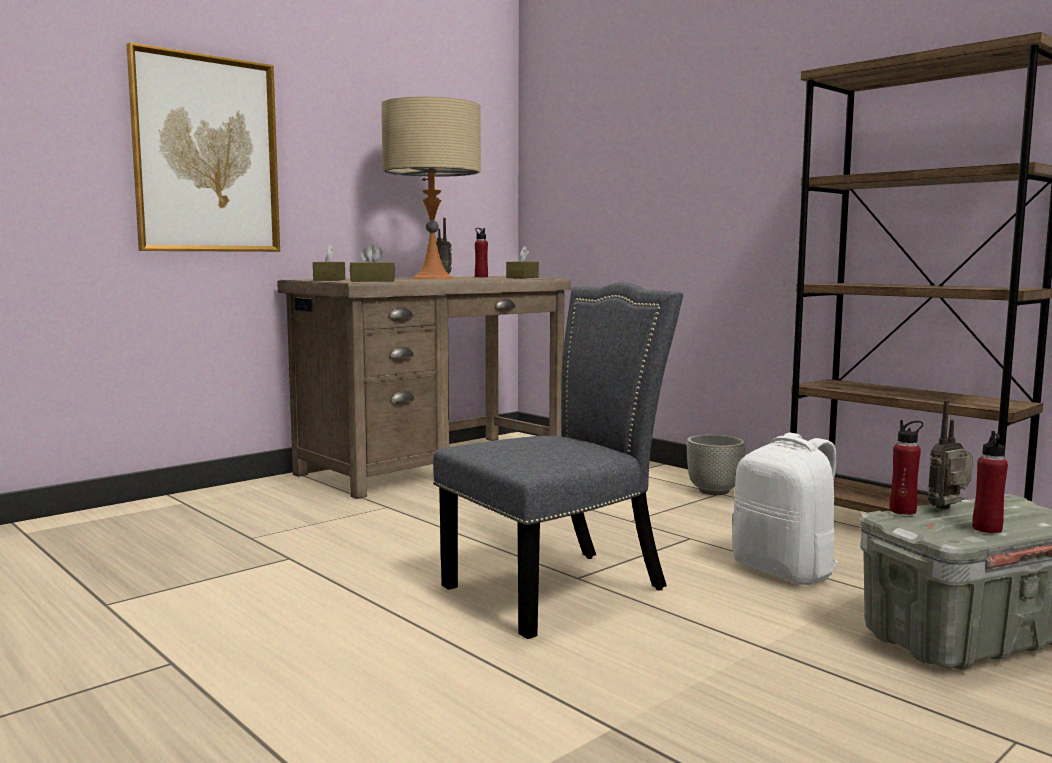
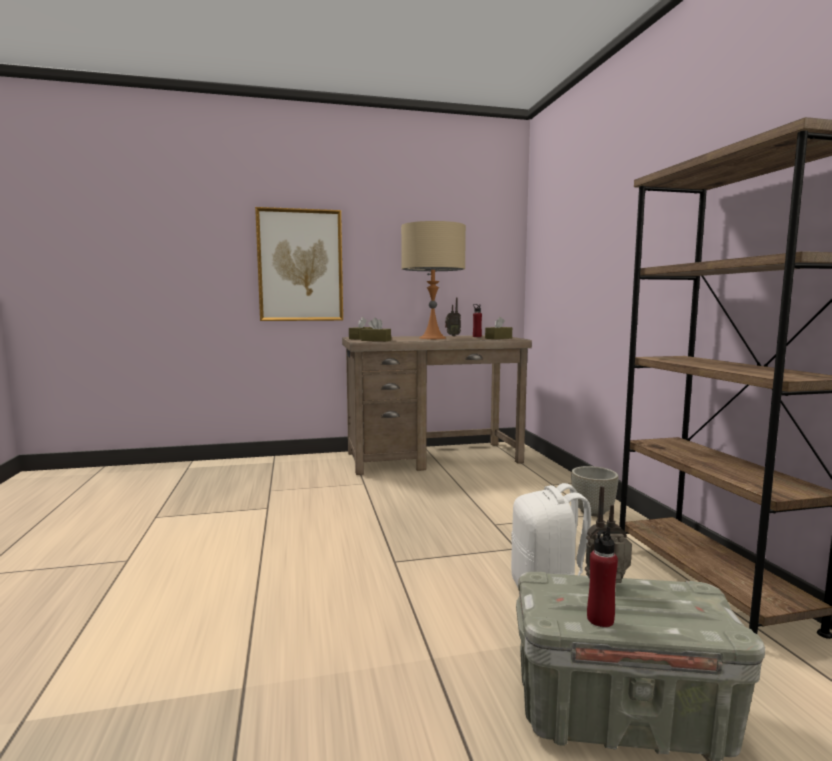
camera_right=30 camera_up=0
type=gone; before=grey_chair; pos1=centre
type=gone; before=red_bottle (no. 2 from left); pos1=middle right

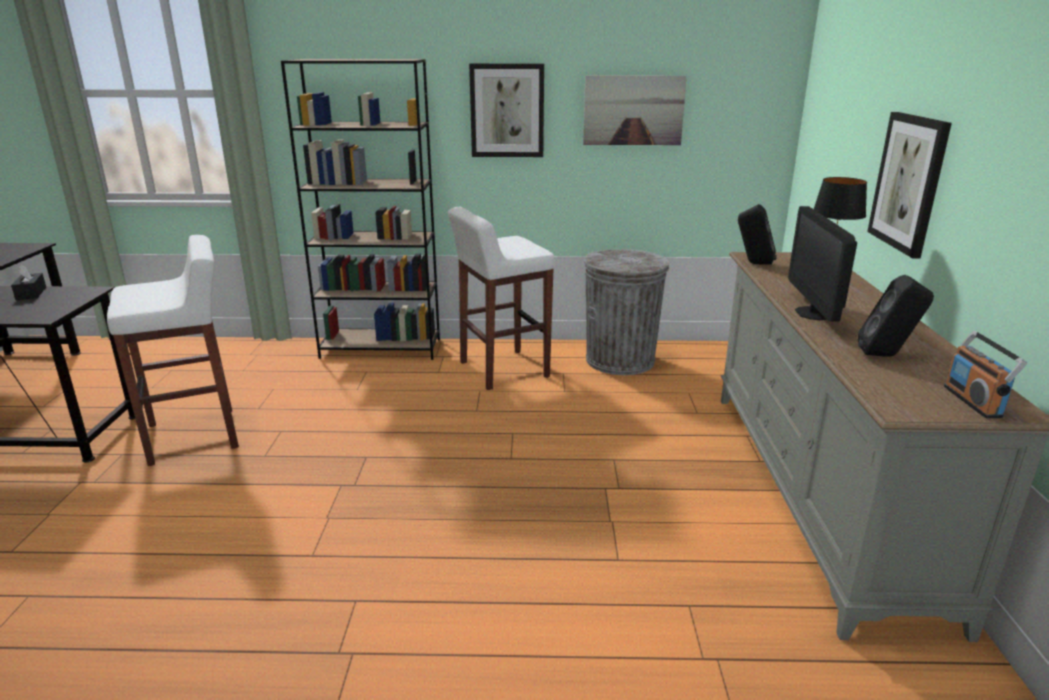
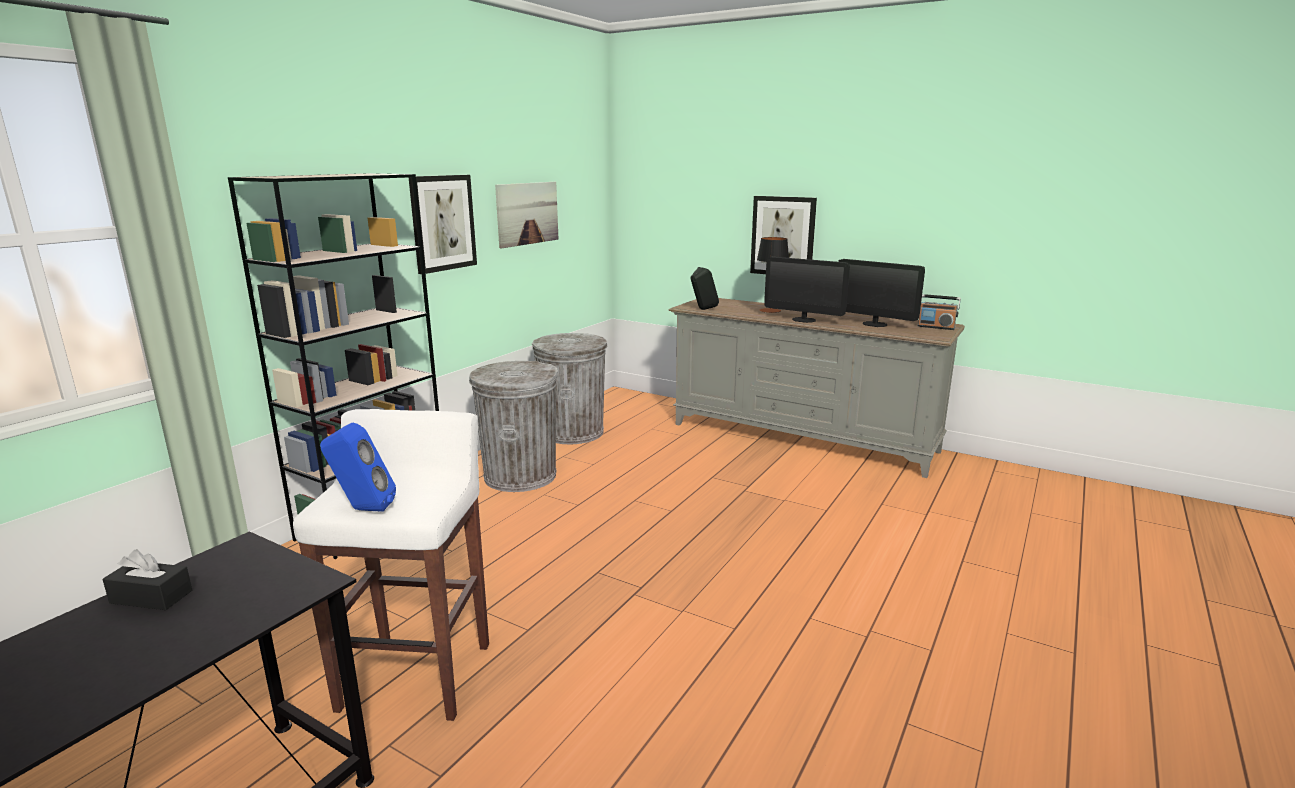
camera_right=-60 camera_up=-5
type=new; after=blue_speaker; pos2=middle left
type=swapped; before=white_stool (no. 2 from left); after=grey_trash_can (no. 1 from left); pos1=centre; pos2=centre
type=swapped; before=black_speaker (no. 2 from left); after=monitor (no. 2 from left); pos1=middle right; pos2=middle right

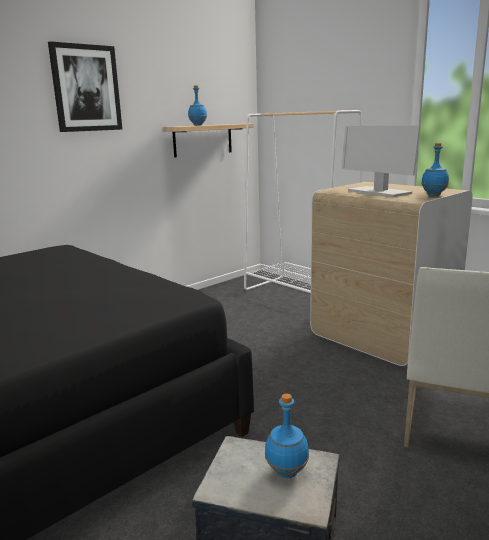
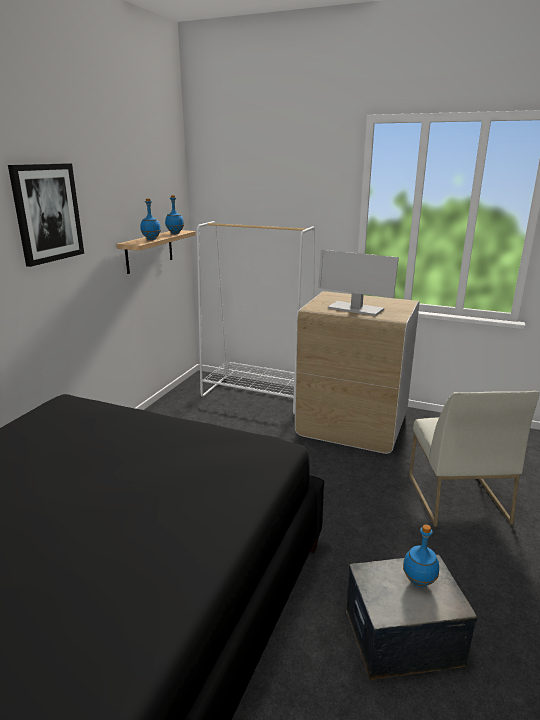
camera_right=-25 camera_up=5
type=shifted; before=blue_bottle (no. 3 from left in the first image); after=blue_bottle (no. 2 from left); pos1=top right; pos2=top left

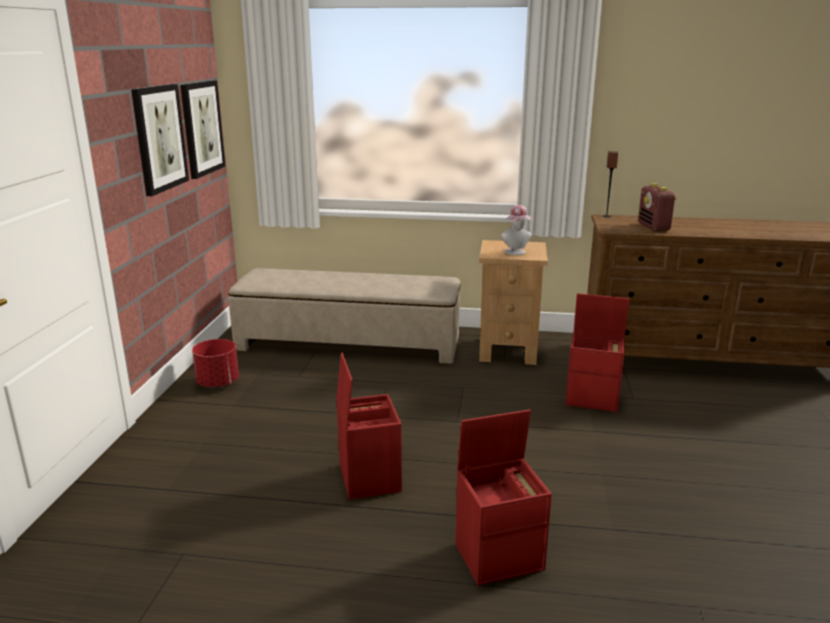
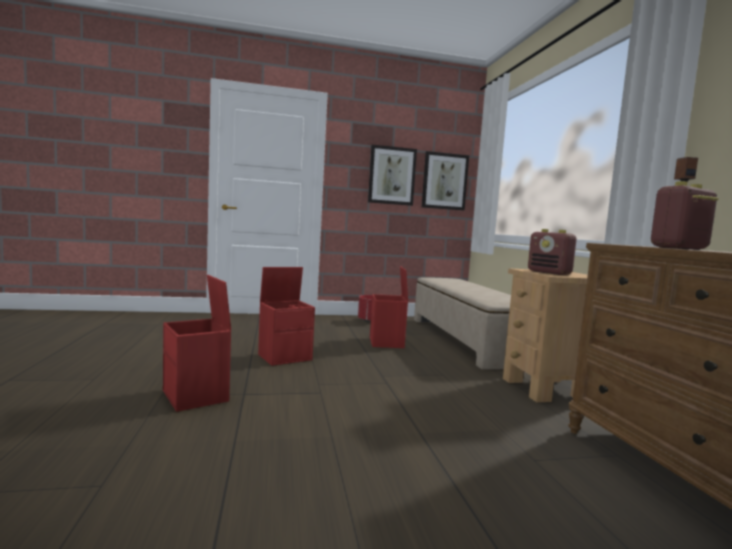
camera_right=70 camera_up=-15
type=shifted; before=red_storage_box (no. 3 from left); pos1=middle right; pos2=centre
type=swapped; before=hat; after=radio (no. 1 from left); pos1=centre; pos2=middle right

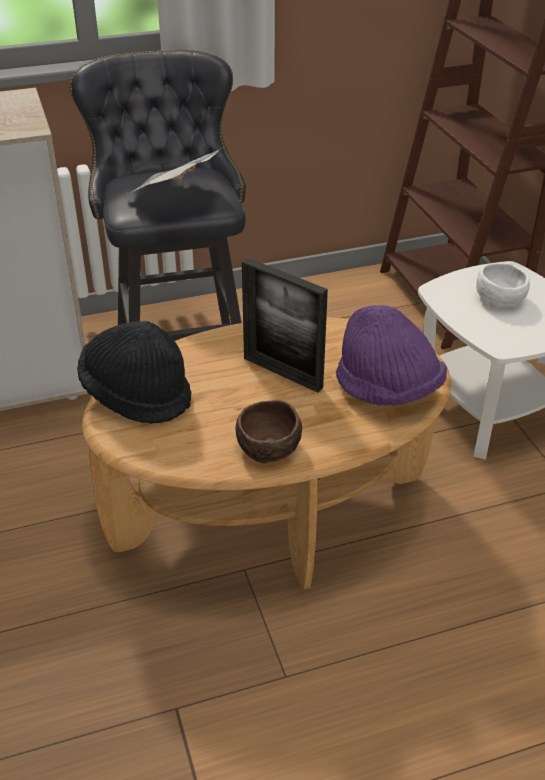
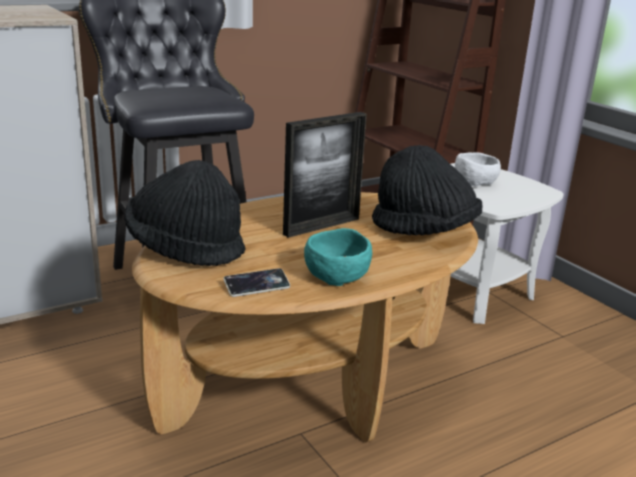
camera_right=-15 camera_up=-15
type=gone; before=newspaper; pos1=top left
type=new; after=phone; pos2=centre
type=repainted; before=brown_bowl; after=turquoise_bowl; pos1=centre; pos2=centre
type=repainted; before=purple_hat; after=black_hat (no. 2 from left); pos1=middle right; pos2=middle right
type=rotated; before=picture_frame; pos1=centre; pos2=centre; turn=-60

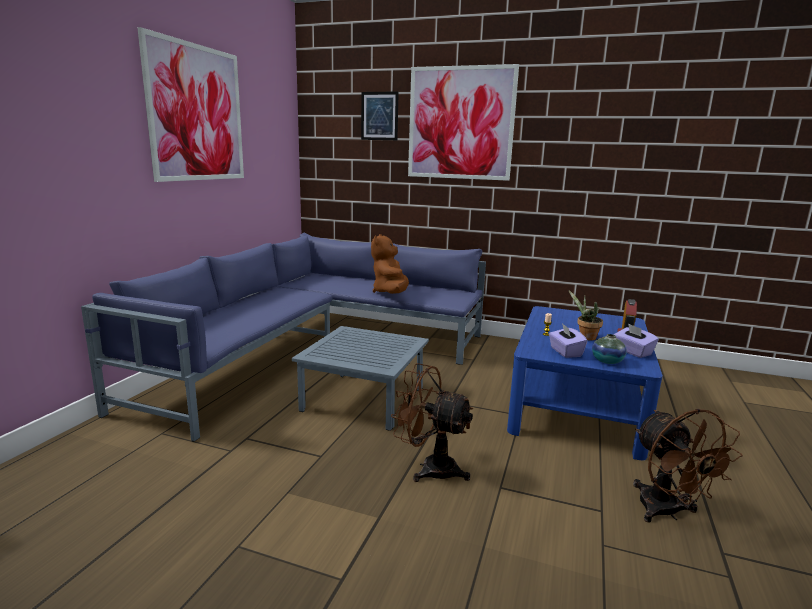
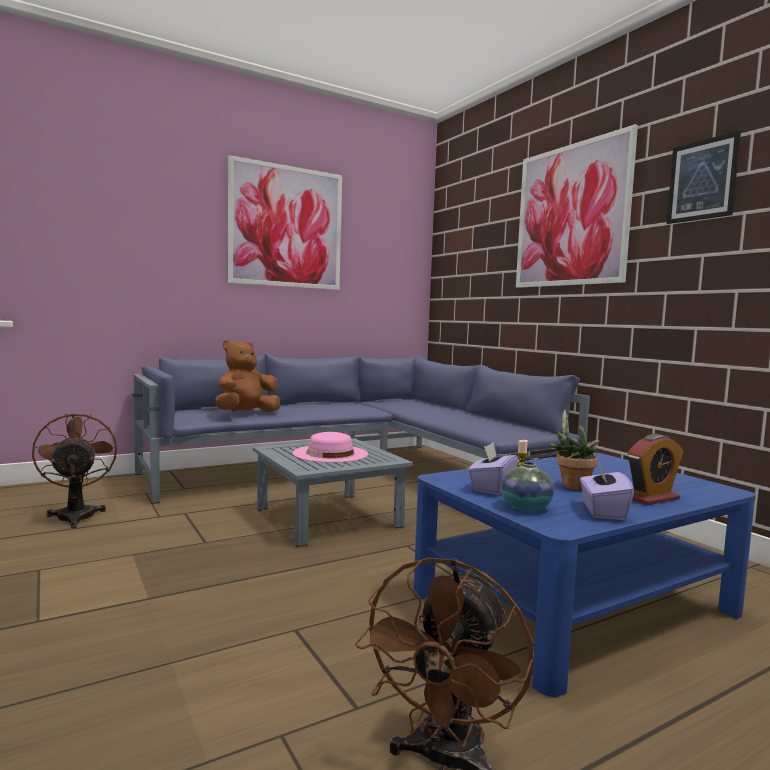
camera_right=40 camera_up=-10
type=new; after=pink_hat; pos2=centre
type=shifted; before=picture (no. 2 from left in the first image); after=picture (no. 3 from left); pos1=top centre; pos2=top right
type=shifted; before=brown_plush_toy; pos1=centre; pos2=middle left
type=shifted; before=brown_fan (no. 1 from left); pos1=bottom centre; pos2=middle left

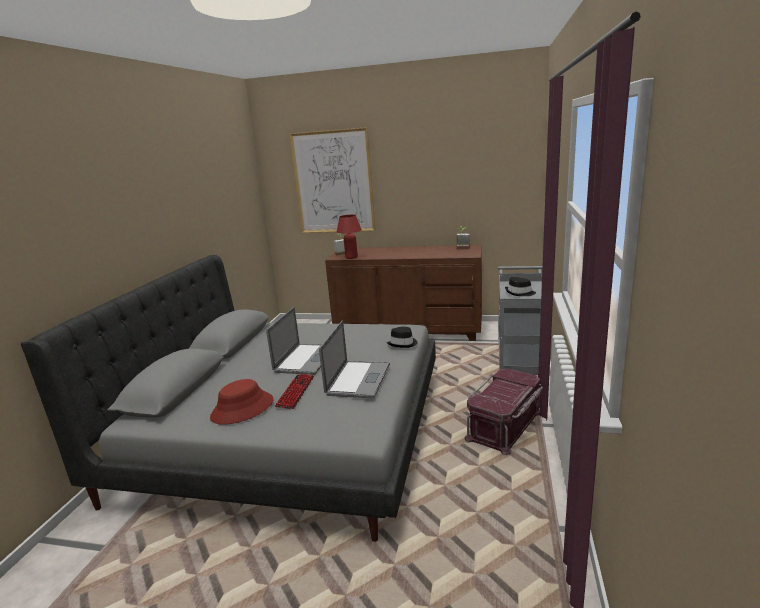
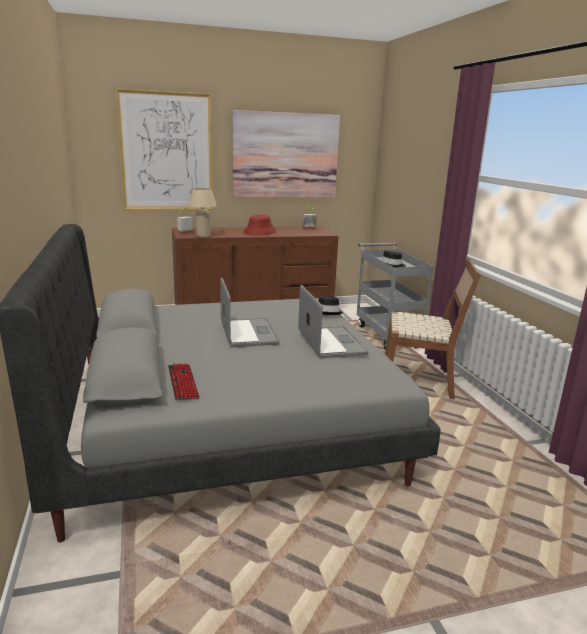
camera_right=-30 camera_up=0
type=new; after=picture (no. 2 from left); pos2=top centre
type=shifted; before=red_hat; pos1=middle left; pos2=centre
type=shifted; before=keyboard; pos1=centre; pos2=middle left
type=swapped; before=red_storage_box; after=chair; pos1=bottom centre; pos2=middle right
type=repainted; before=red_table_lamp; after=beige_table_lamp; pos1=centre; pos2=centre

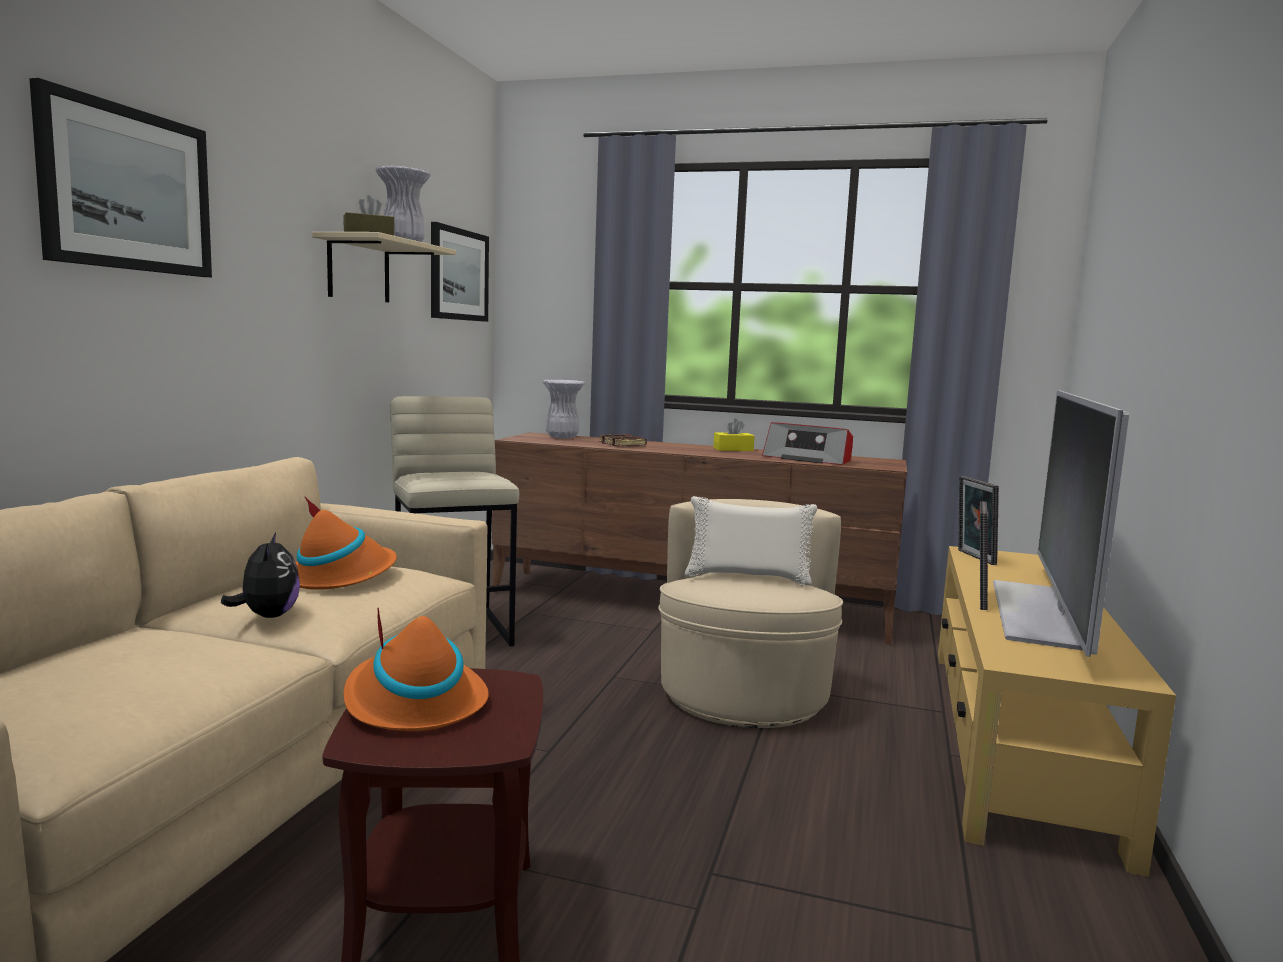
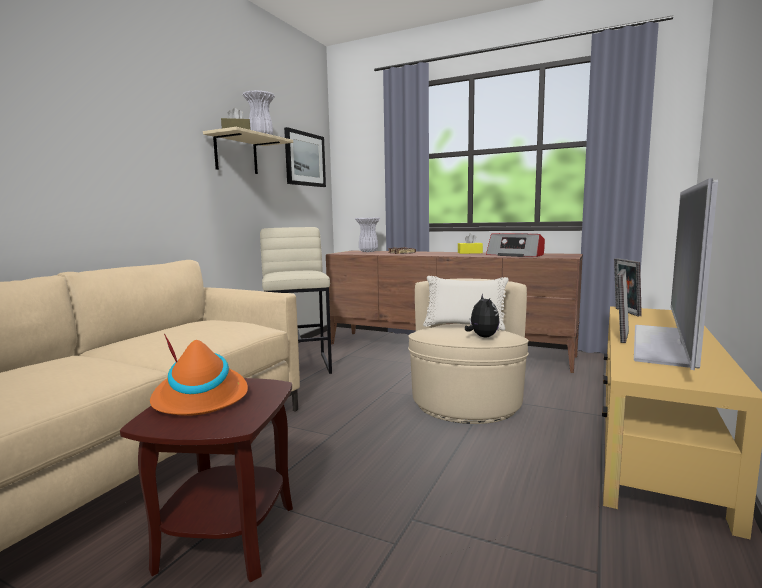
camera_right=10 camera_up=0
type=gone; before=picture (no. 1 from left); pos1=top left
type=gone; before=orange_hat (no. 1 from left); pos1=middle left
type=shifted; before=plush_toy; pos1=middle left; pos2=centre

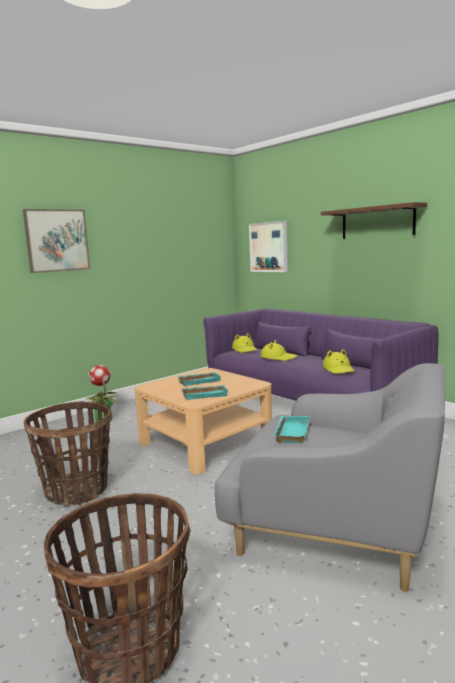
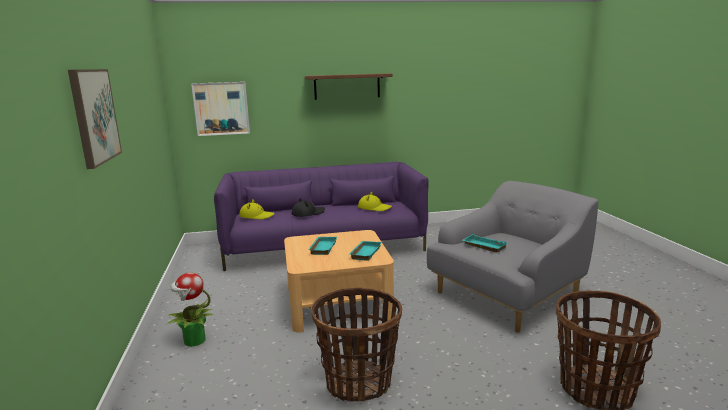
camera_right=-60 camera_up=5
type=repainted; before=yellow_hat (no. 2 from left); after=black_hat; pos1=centre; pos2=centre

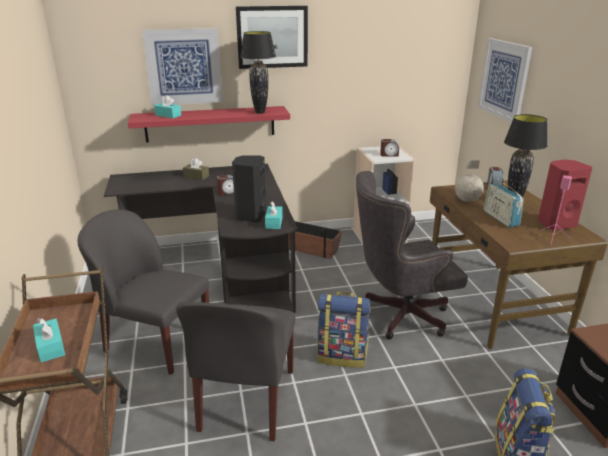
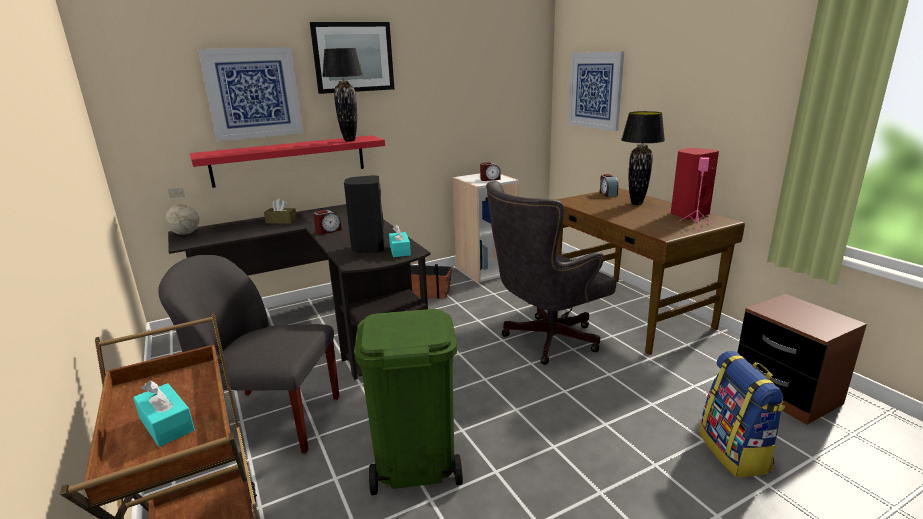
camera_right=-15 camera_up=-5
type=gone; before=turquoise_tissue_box (no. 2 from left); pos1=top left
type=gone; before=backpack (no. 1 from left); pos1=bottom centre
type=gone; before=radio; pos1=middle right
type=shifted; before=globe; pos1=middle right; pos2=middle left
type=swapped; before=grey_chair (no. 2 from left); after=green_trash_can; pos1=bottom centre; pos2=bottom centre

